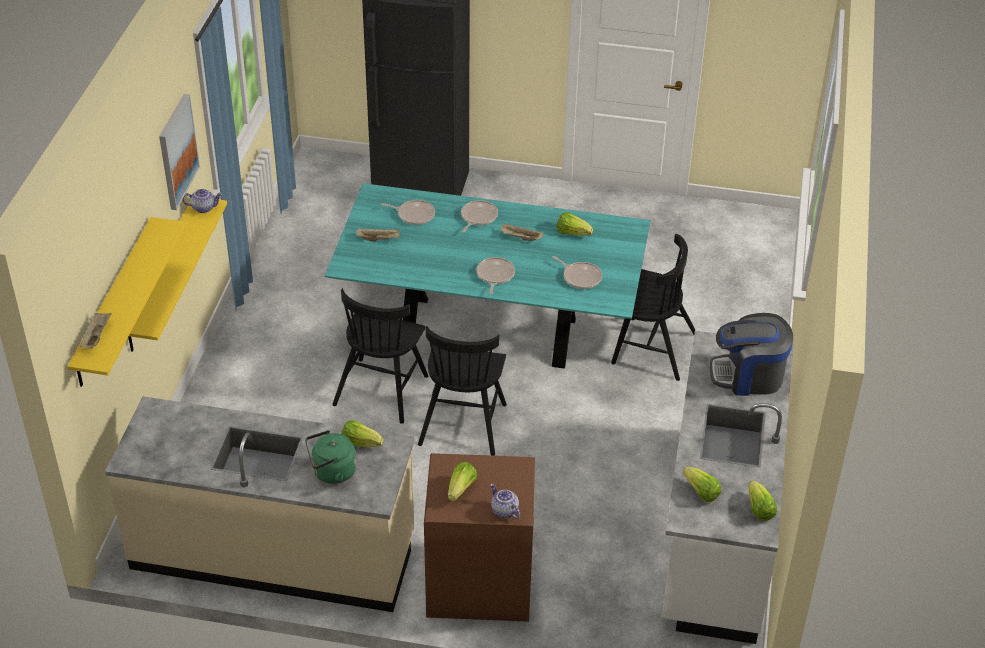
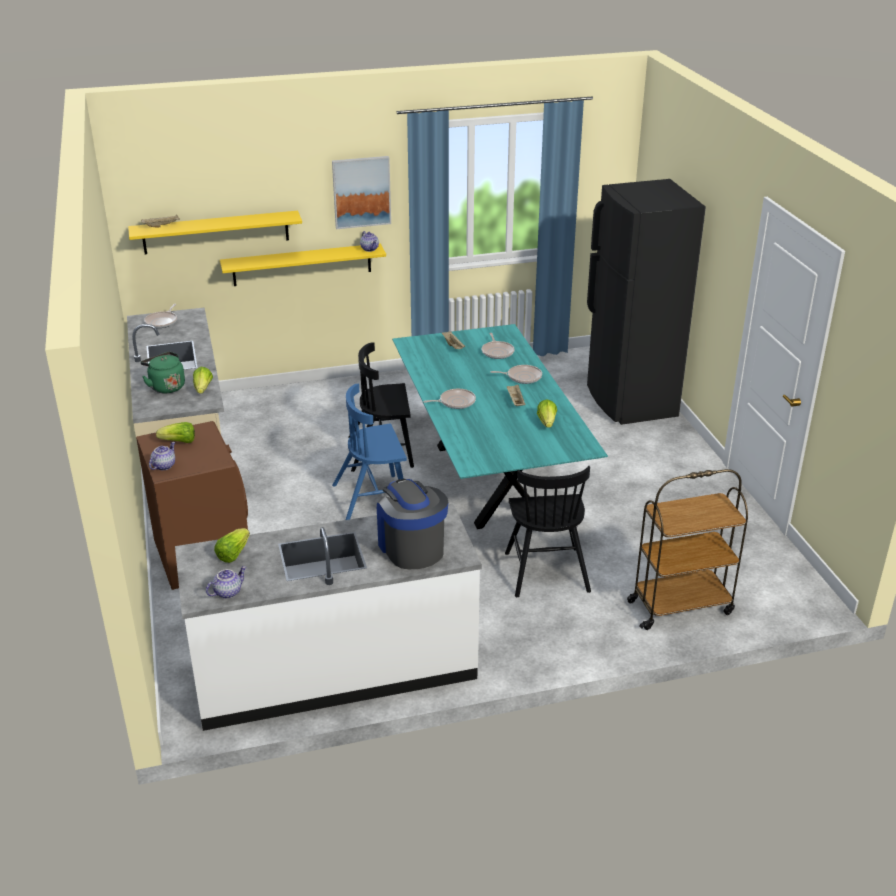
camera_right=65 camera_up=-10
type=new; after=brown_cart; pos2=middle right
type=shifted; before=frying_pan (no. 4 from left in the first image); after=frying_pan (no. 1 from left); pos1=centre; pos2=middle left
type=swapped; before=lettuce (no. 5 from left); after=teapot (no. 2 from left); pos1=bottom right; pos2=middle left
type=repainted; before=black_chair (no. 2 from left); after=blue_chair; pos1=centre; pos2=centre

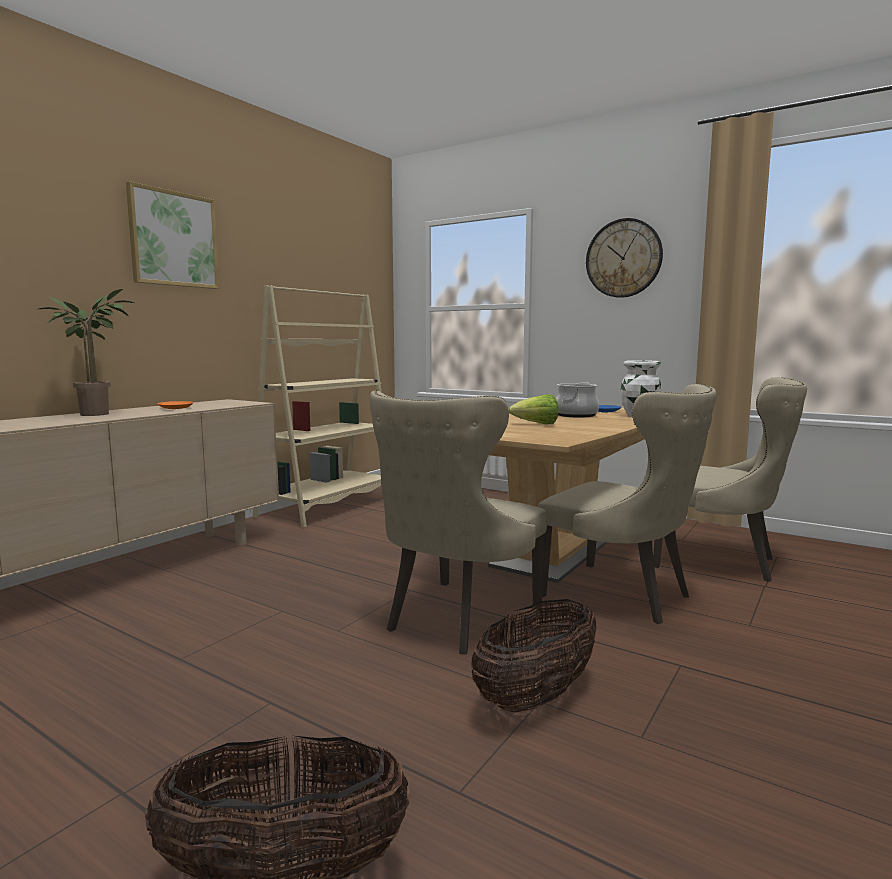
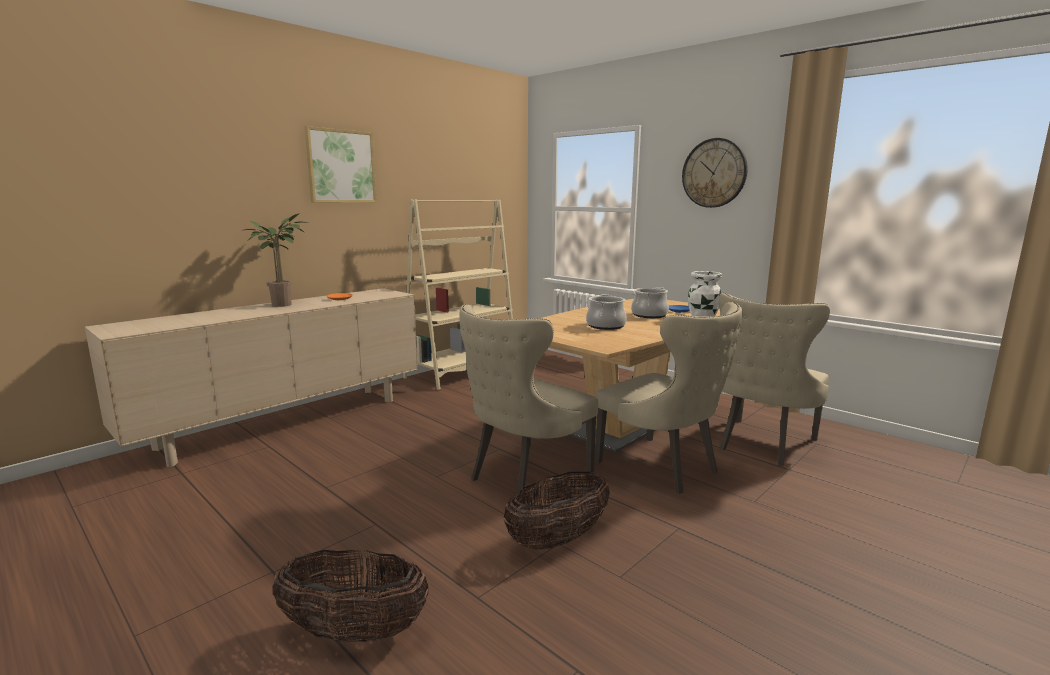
camera_right=10 camera_up=5
type=swapped; before=lettuce; after=cooking_pot (no. 1 from left); pos1=centre; pos2=centre
type=rotated; before=beige_chair (no. 3 from left); pos1=middle right; pos2=middle right; turn=90

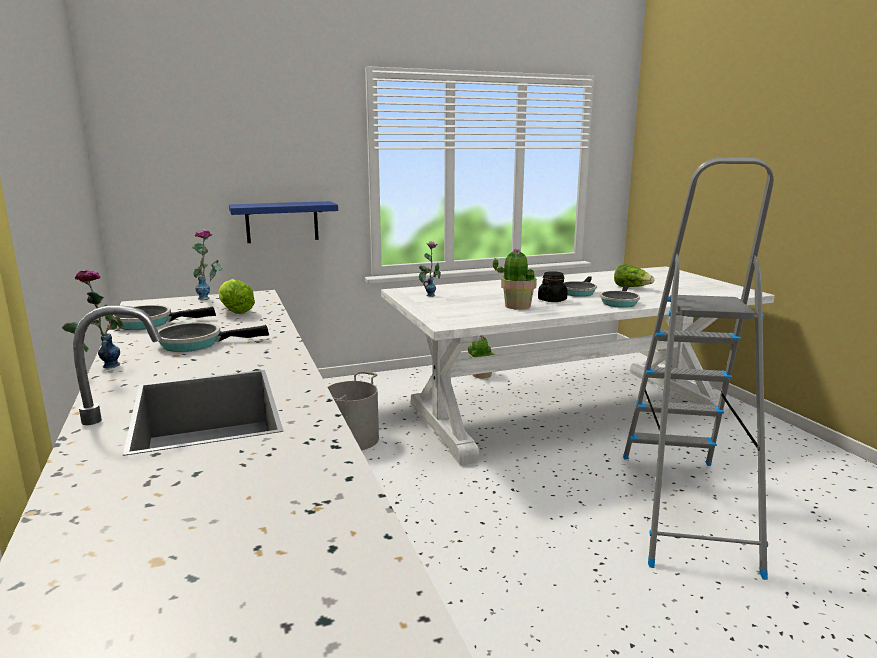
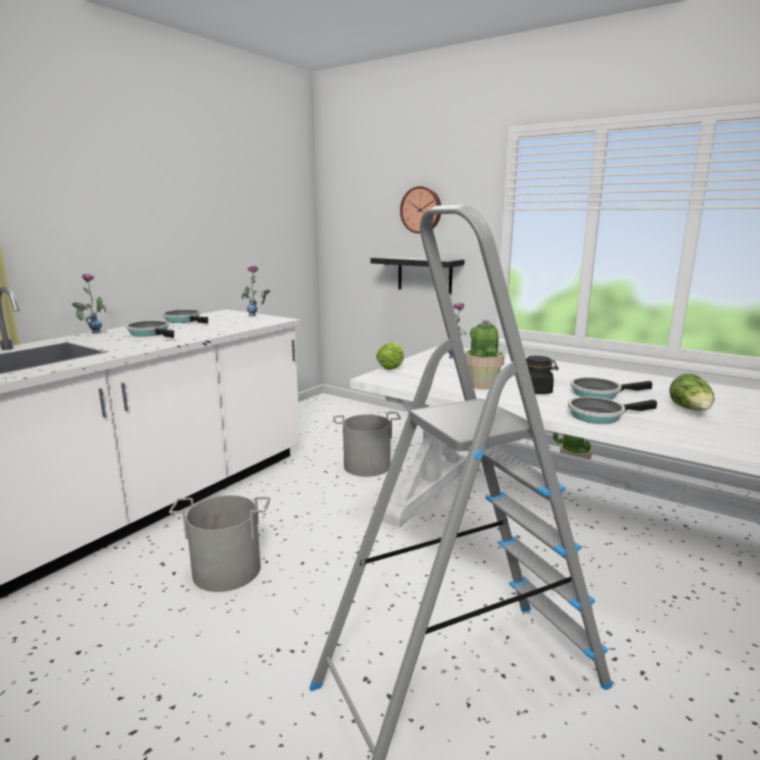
camera_right=55 camera_up=0
type=new; after=grey_bucket (no. 1 from left); pos2=bottom left
type=new; after=wall_clock; pos2=top centre
type=shifted; before=lettuce (no. 1 from left); pos1=middle left; pos2=centre
type=repainted; before=blue_shelf; after=black_shelf; pos1=middle left; pos2=centre

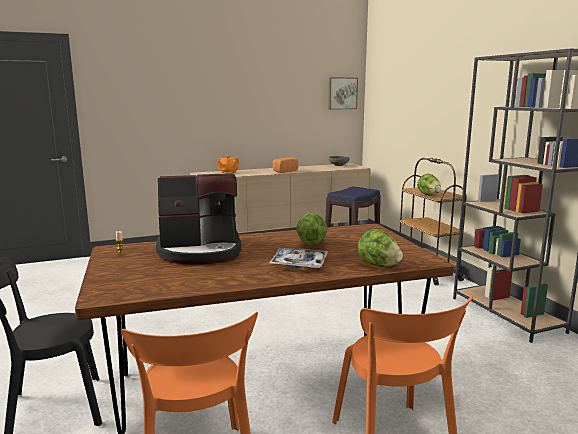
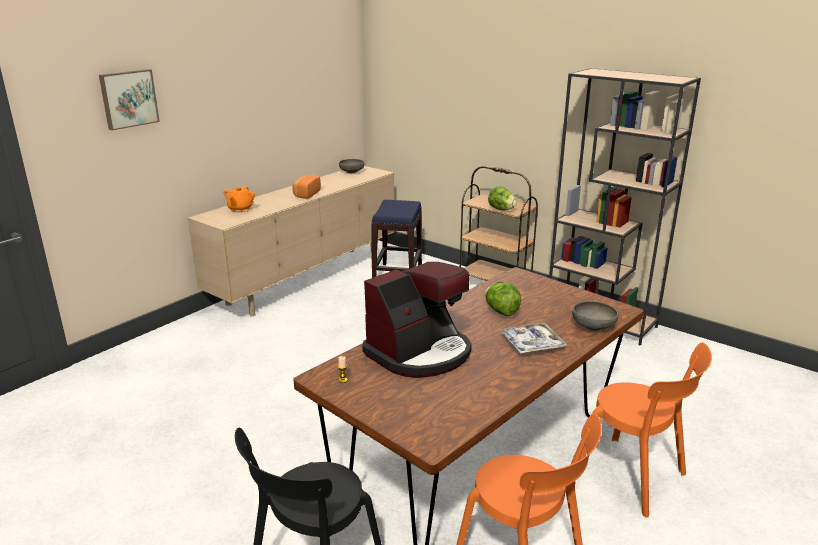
camera_right=-30 camera_up=10
type=shifted; before=picture; pos1=top centre; pos2=top left
type=swapped; before=lettuce (no. 2 from left); after=grey_bowl (no. 2 from left); pos1=centre; pos2=middle right

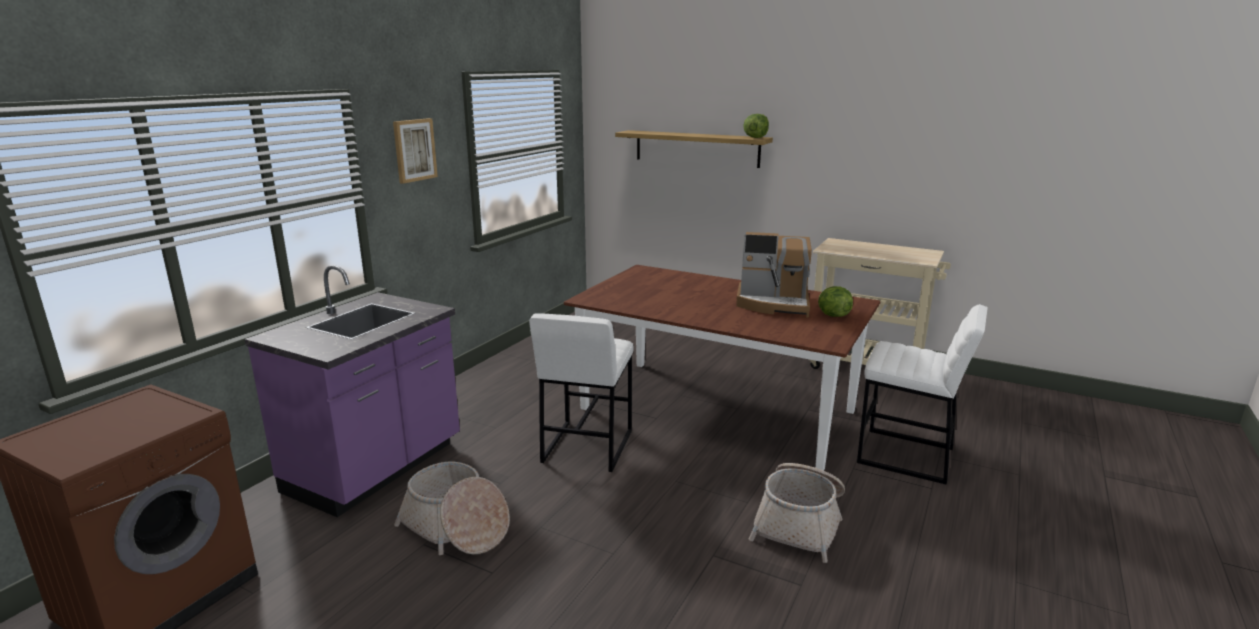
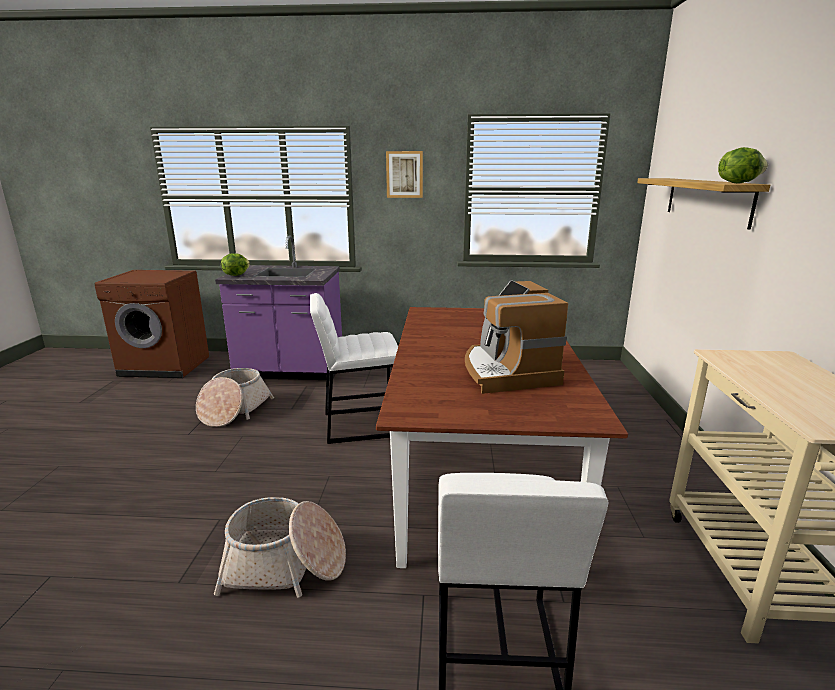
camera_right=65 camera_up=0
type=shifted; before=lettuce (no. 2 from left in the first image); after=lettuce (no. 1 from left); pos1=centre; pos2=middle left

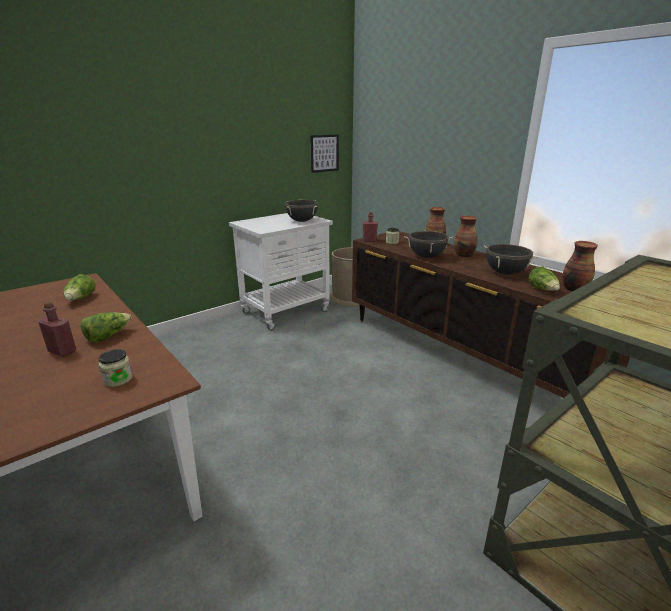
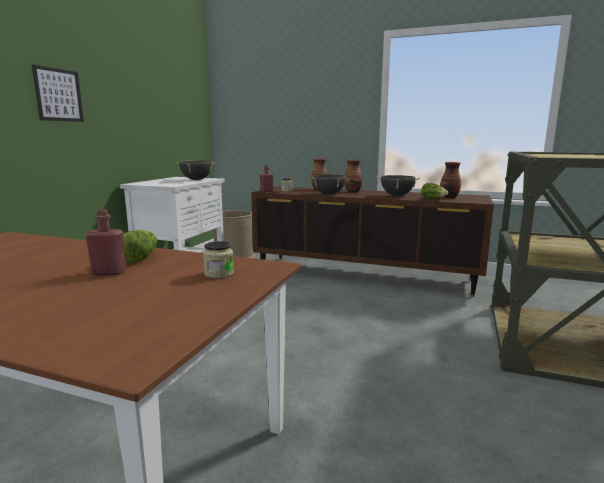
camera_right=-30 camera_up=-10
type=gone; before=lettuce (no. 1 from left); pos1=middle left
type=shifted; before=picture; pos1=top centre; pos2=top left

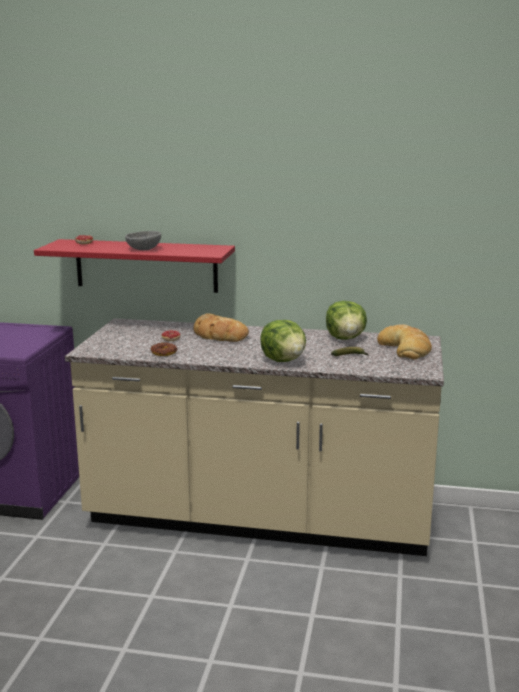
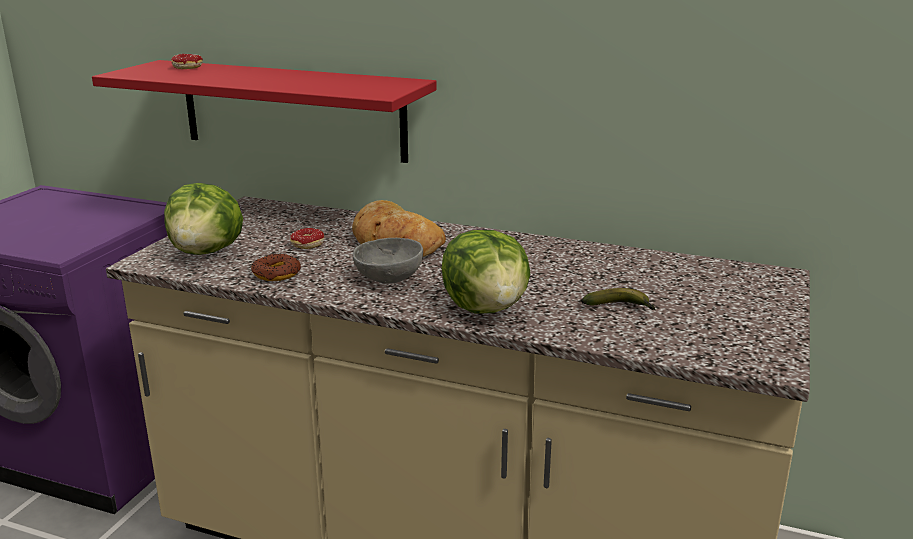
camera_right=10 camera_up=5
type=gone; before=bread (no. 2 from left); pos1=middle right
type=shifted; before=grey_bowl; pos1=middle left; pos2=centre
type=shifted; before=lettuce (no. 2 from left in the first image); after=lettuce (no. 1 from left); pos1=middle right; pos2=middle left

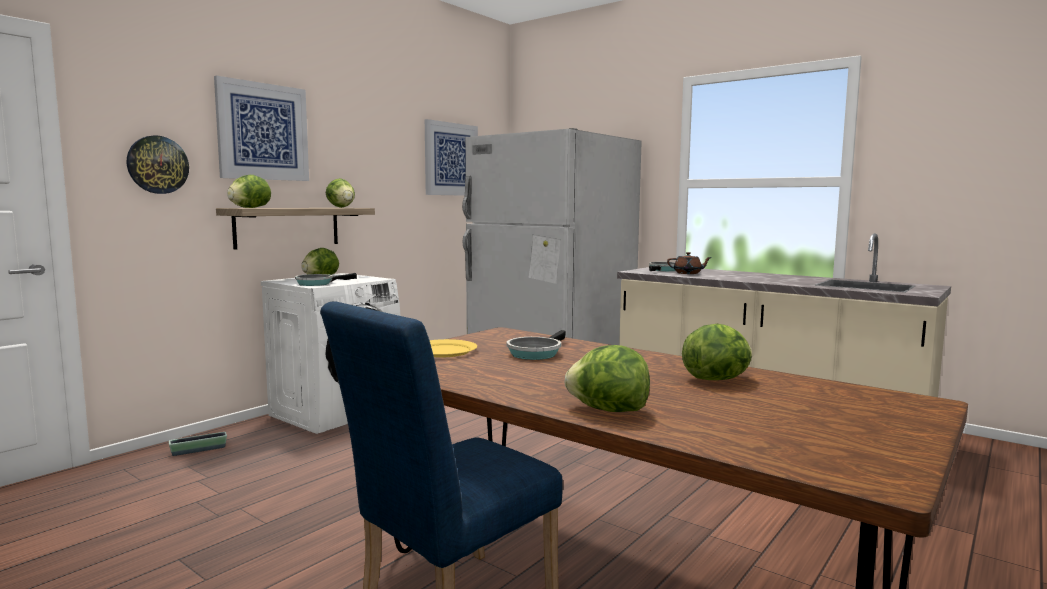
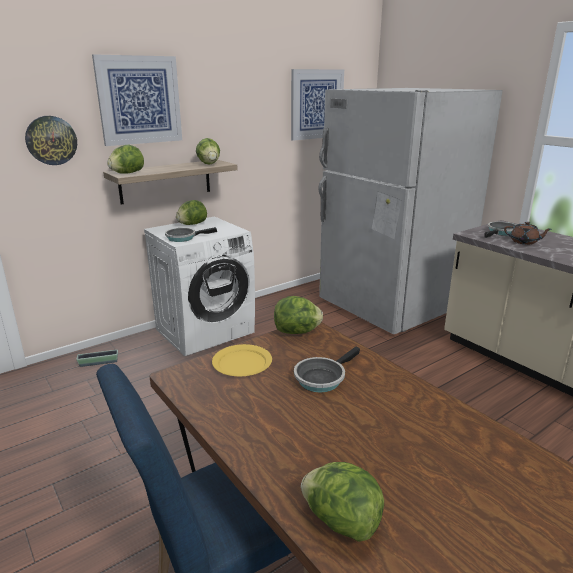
camera_right=15 camera_up=15
type=shifted; before=lettuce (no. 5 from left in the first image); after=lettuce (no. 4 from left); pos1=middle right; pos2=centre

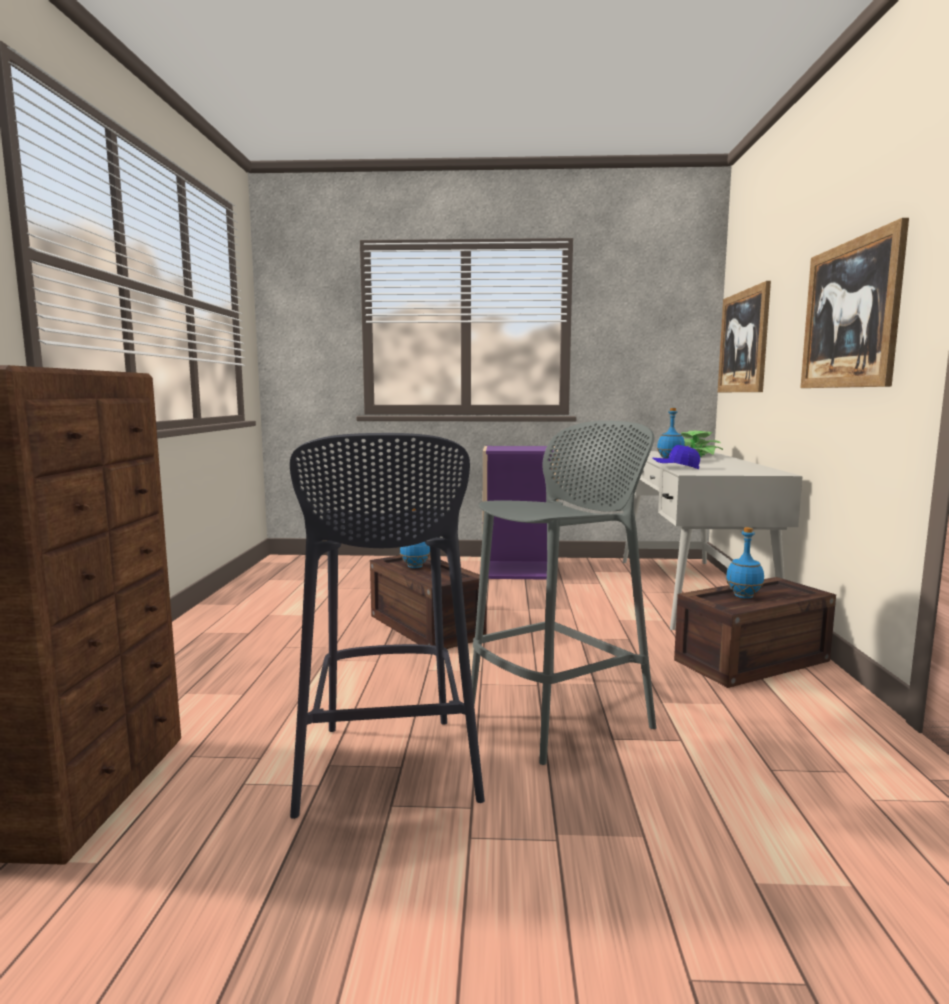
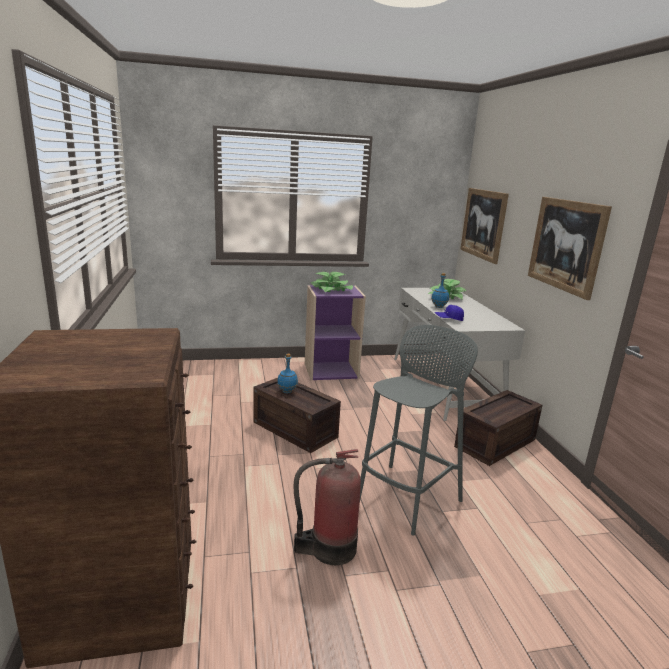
camera_right=-15 camera_up=10
type=gone; before=blue_bottle (no. 3 from left); pos1=middle right
type=new; after=potted_plant (no. 1 from left); pos2=centre
type=swapped; before=grey_stool (no. 1 from left); after=fire_extinguisher; pos1=centre; pos2=bottom centre

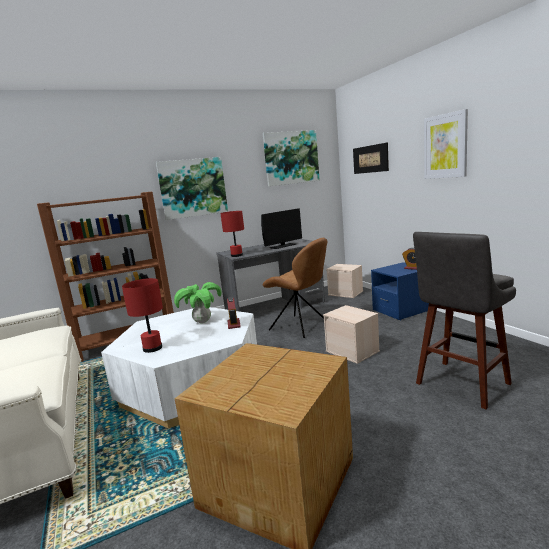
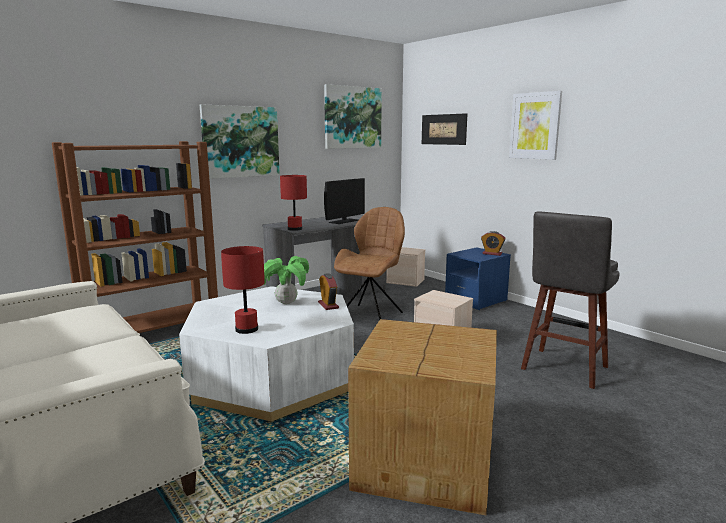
camera_right=-15 camera_up=0
type=rotated; before=brown_chair; pos1=centre; pos2=centre; turn=-90

